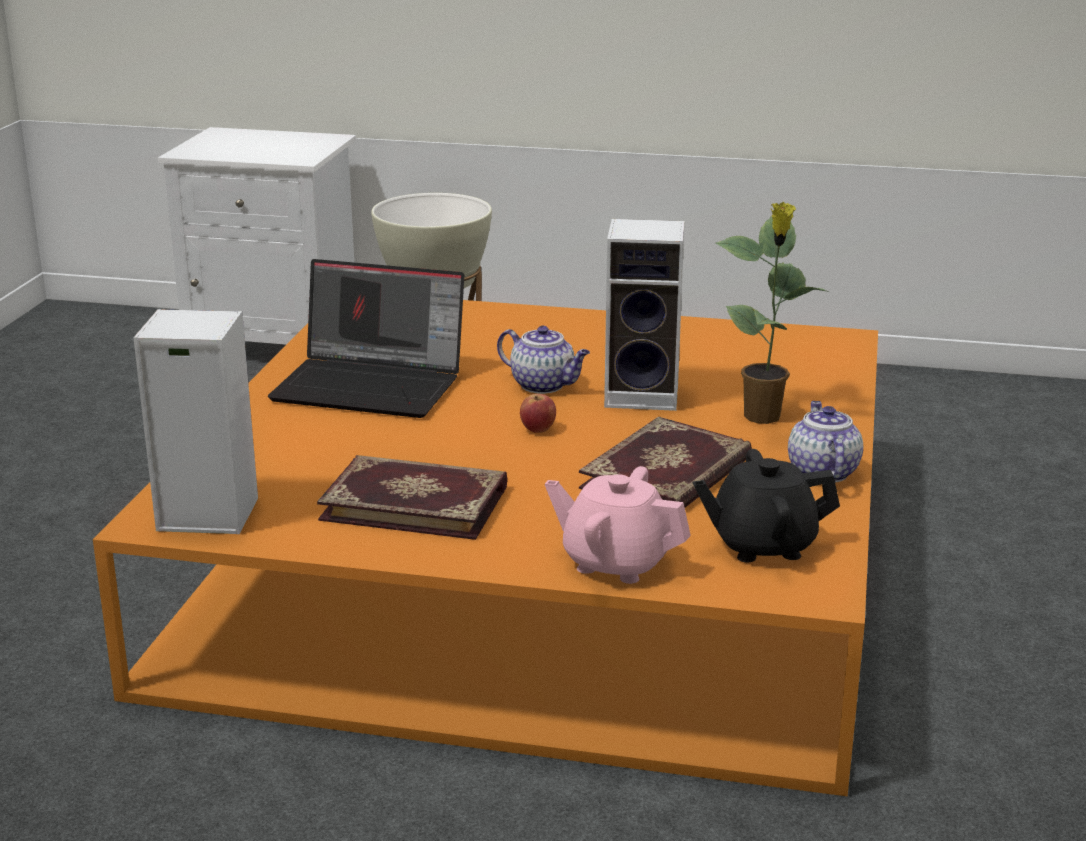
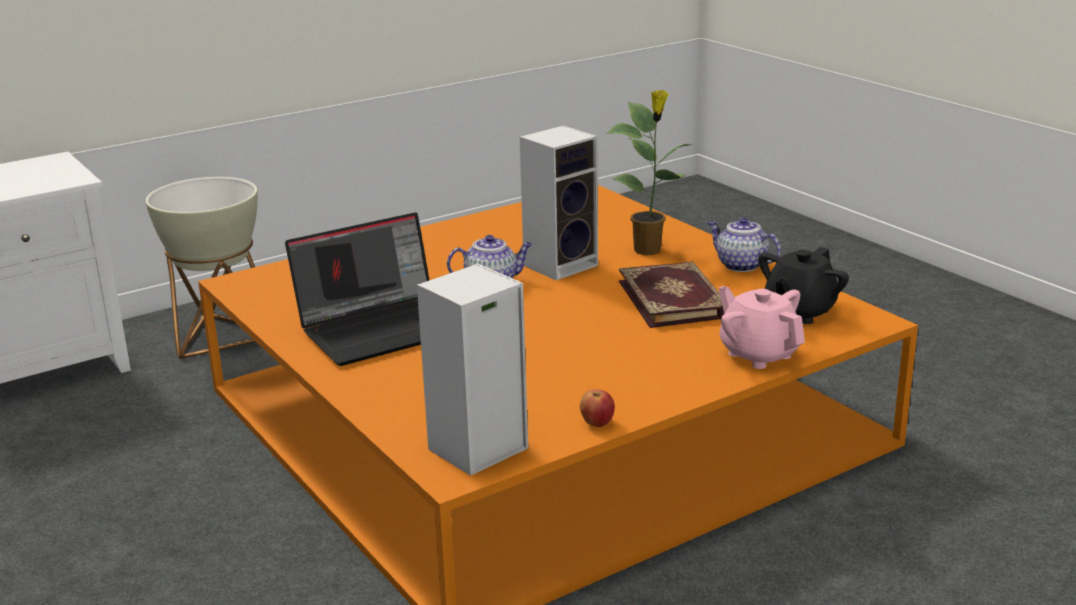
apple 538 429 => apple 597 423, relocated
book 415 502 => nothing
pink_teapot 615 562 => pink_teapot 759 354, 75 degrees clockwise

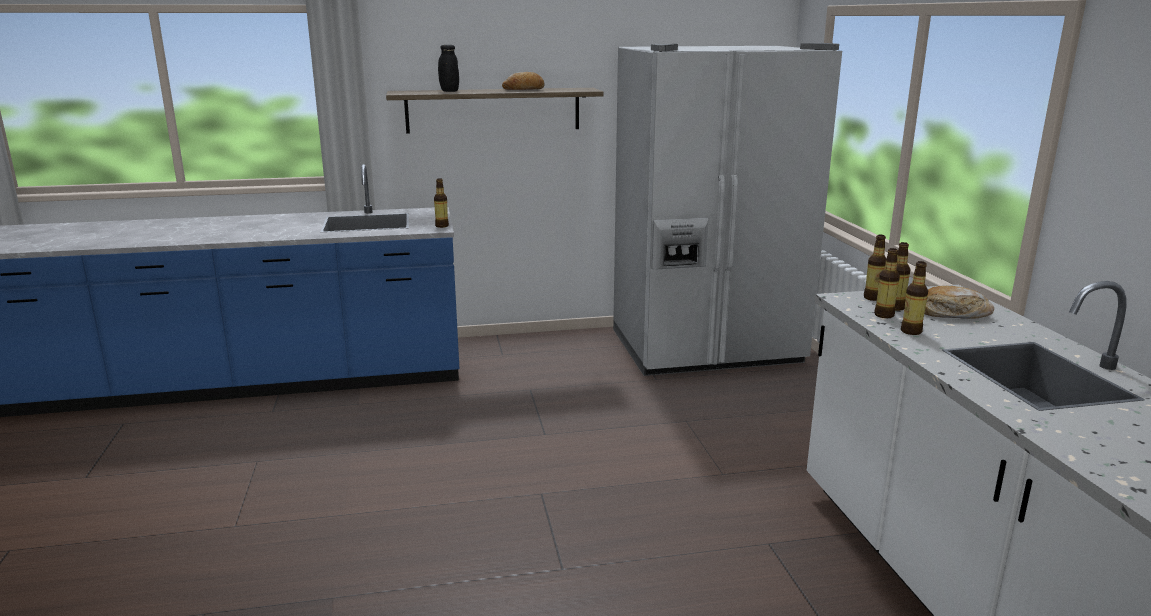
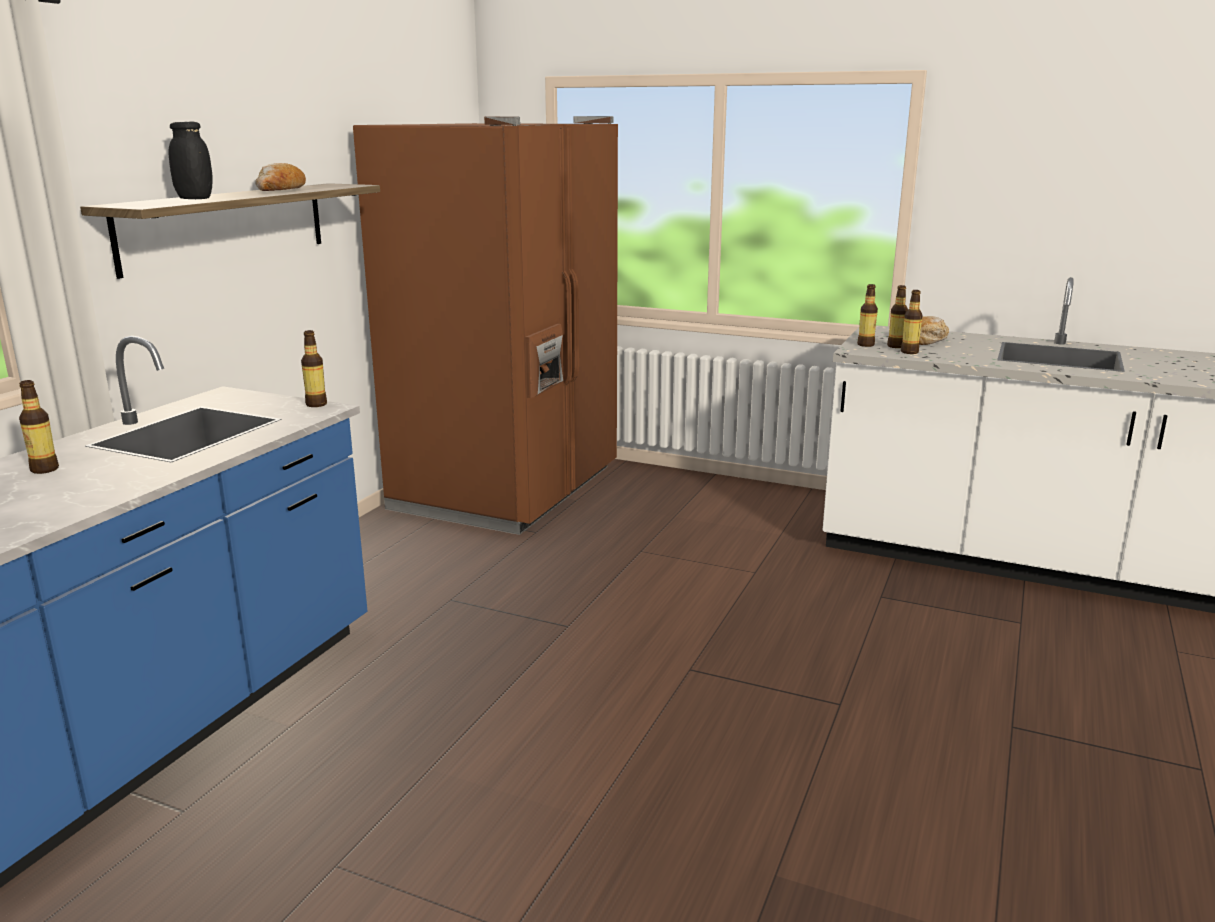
white_fridge 706 347 => brown_fridge 509 487
bottle 911 331 => bottle 44 469, relocated

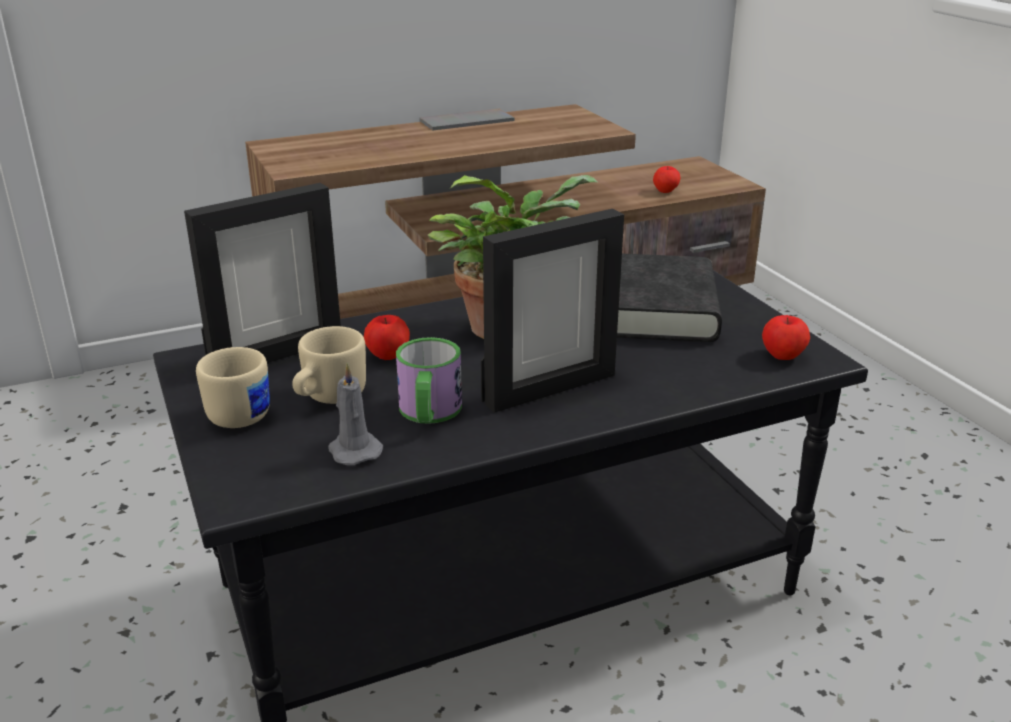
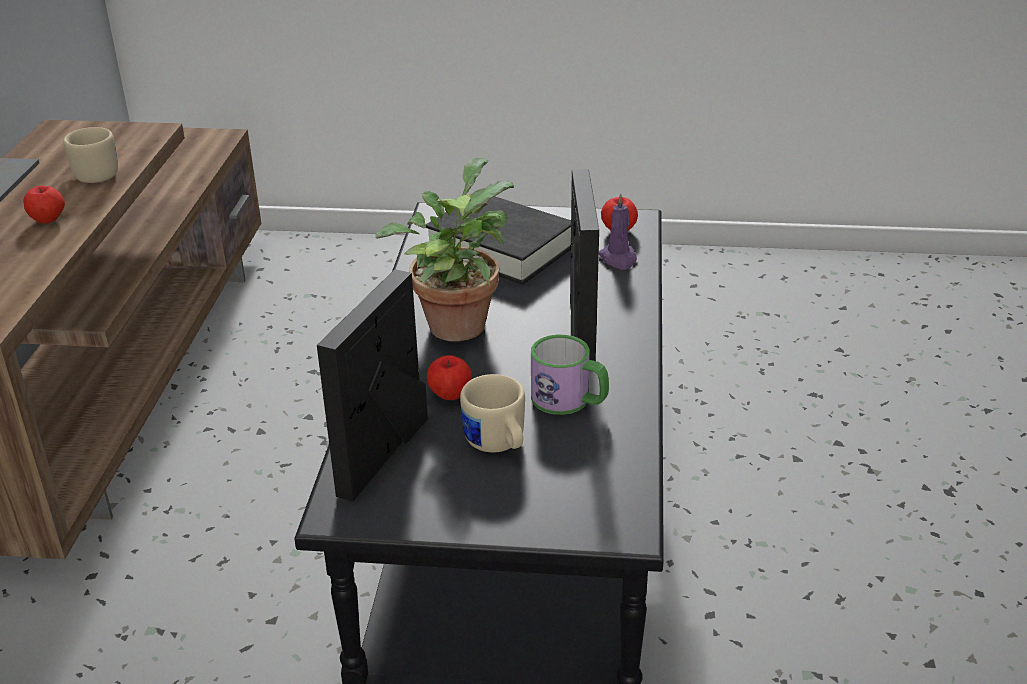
apple 665 191 => apple 48 220, relocated
picture_frame 276 354 => picture_frame 383 456, 150 degrees counterclockwise
beige_mug 245 411 => beige_mug 93 174, relocated
grey_candle 353 450 => nothing
nothing => purple_candle 618 259

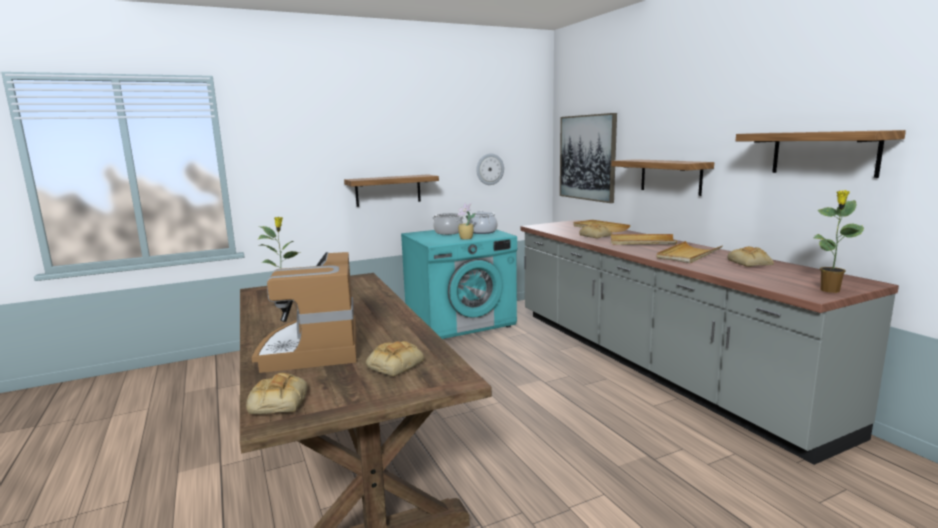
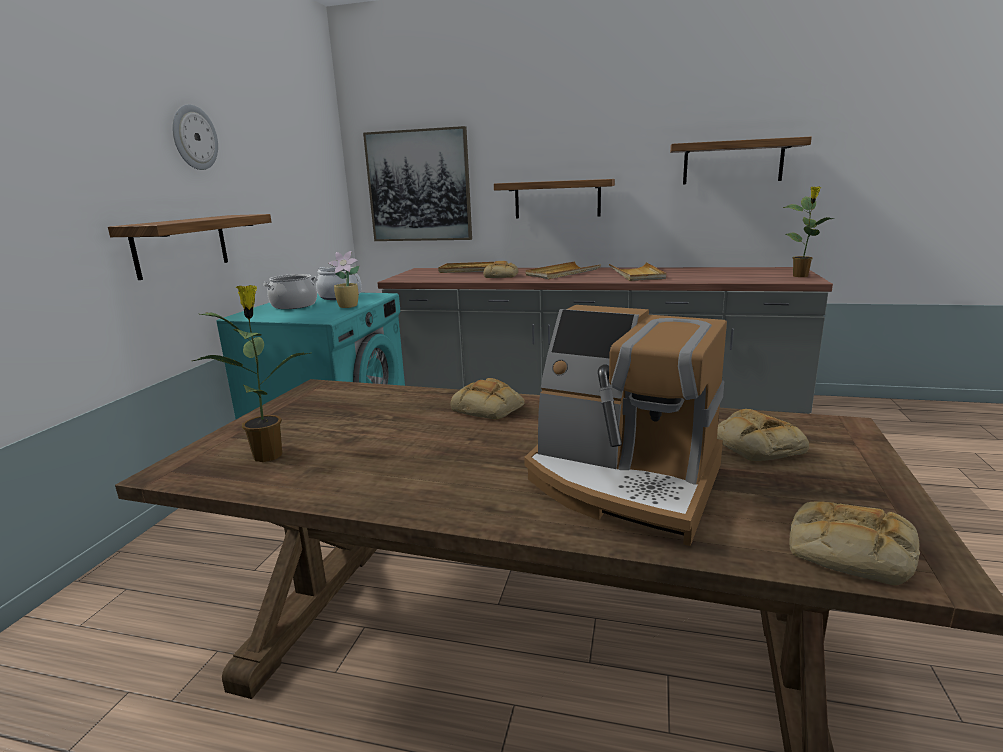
wall_clock 489 169 => wall_clock 194 137, relocated
bread 750 263 => bread 489 408, relocated

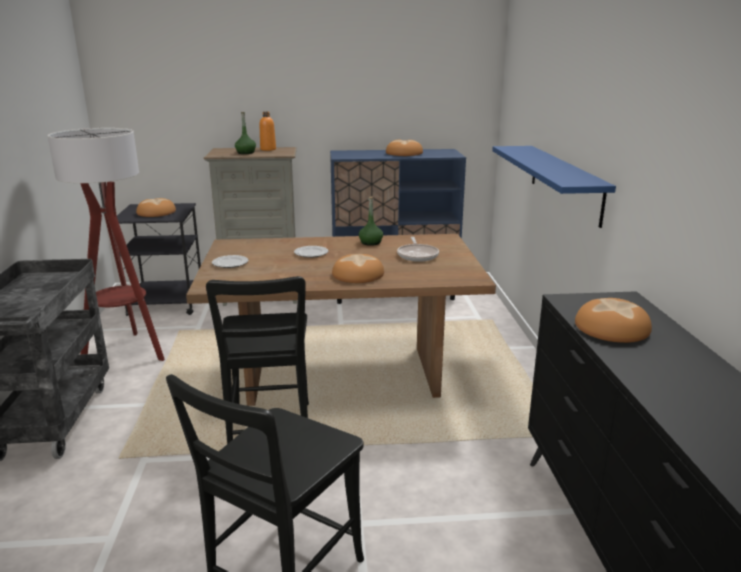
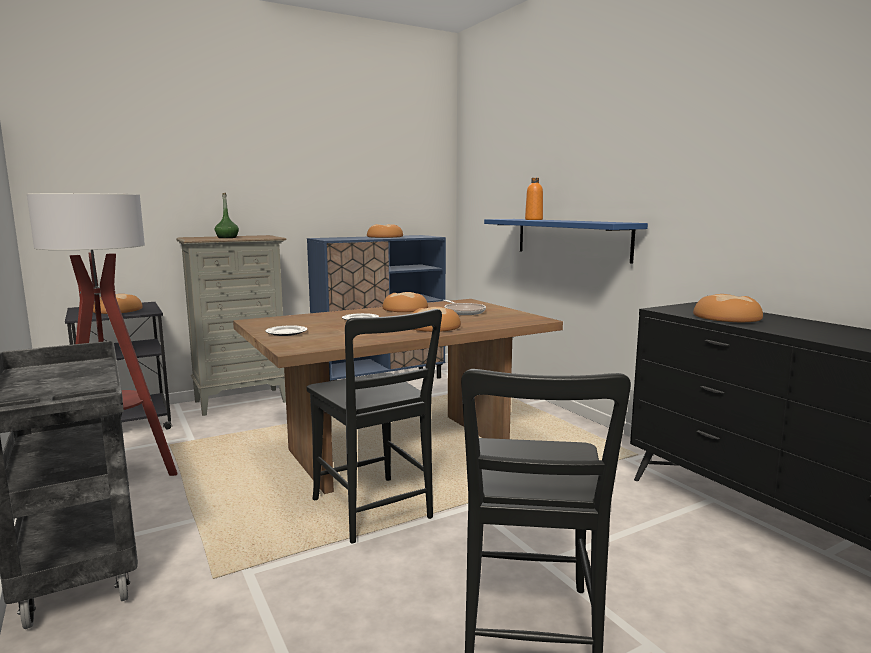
orange_bottle 268 149 => orange_bottle 533 219, relocated
green_bottle 370 243 => bread 405 309

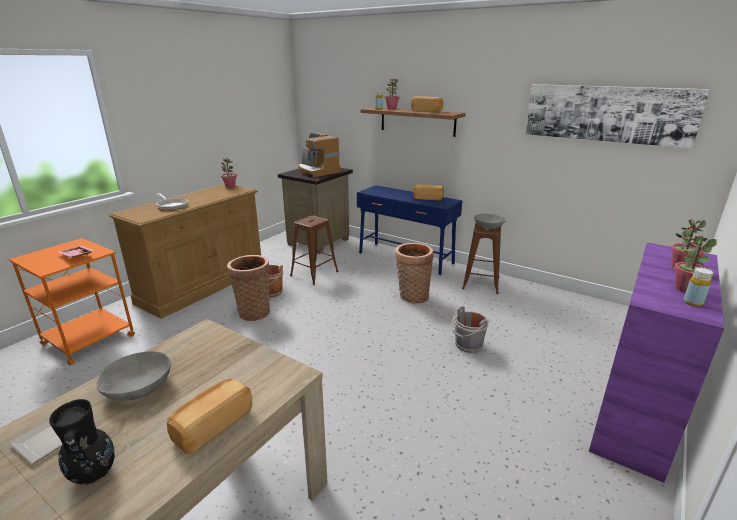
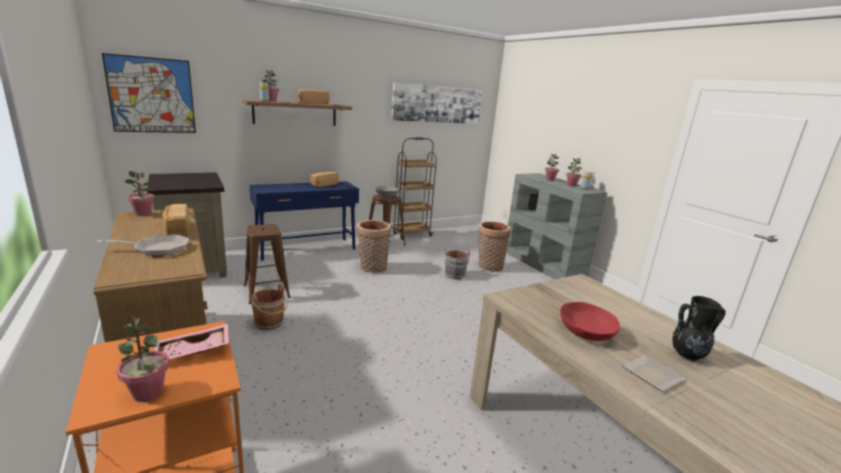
coffee_machine 317 171 => nothing
purple_bookcase 635 414 => grey_bookcase 543 264
basket 254 311 => basket 489 266, relocated
grey_bowl 139 387 => red_bowl 585 332
bread 212 425 => bread 177 230, relocated
nothing => picture 152 95
nothing => brown_cart 411 235
nothing => potted_plant 148 393

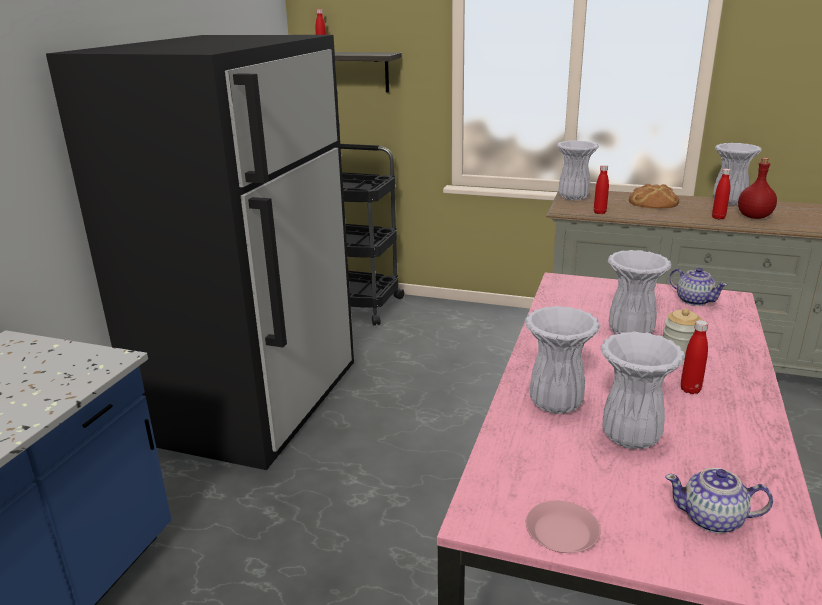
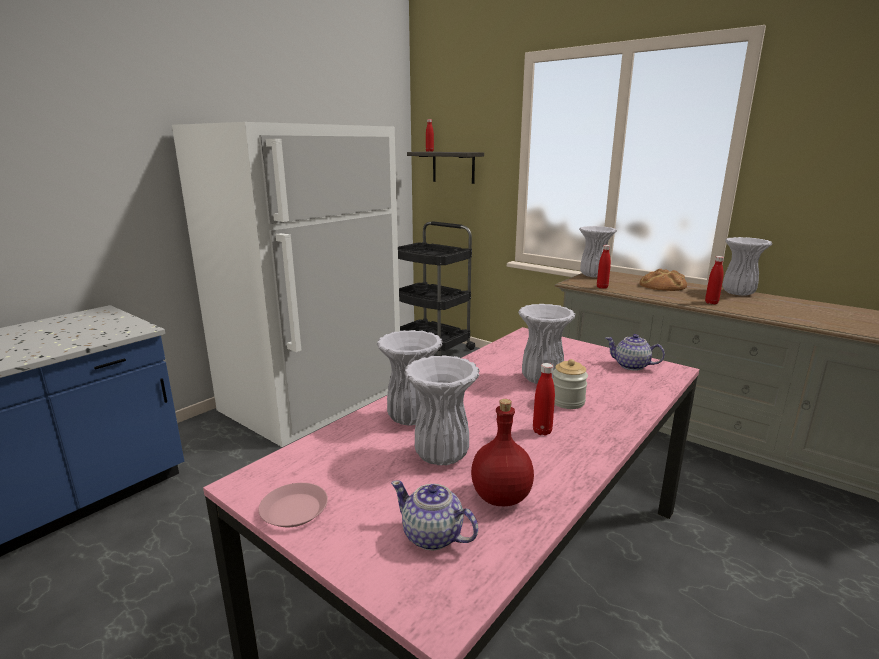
black_fridge 255 398 => white_fridge 314 398
red_bottle 754 217 => red_bottle 501 496, relocated
teapot 694 300 => teapot 632 366, 135 degrees clockwise

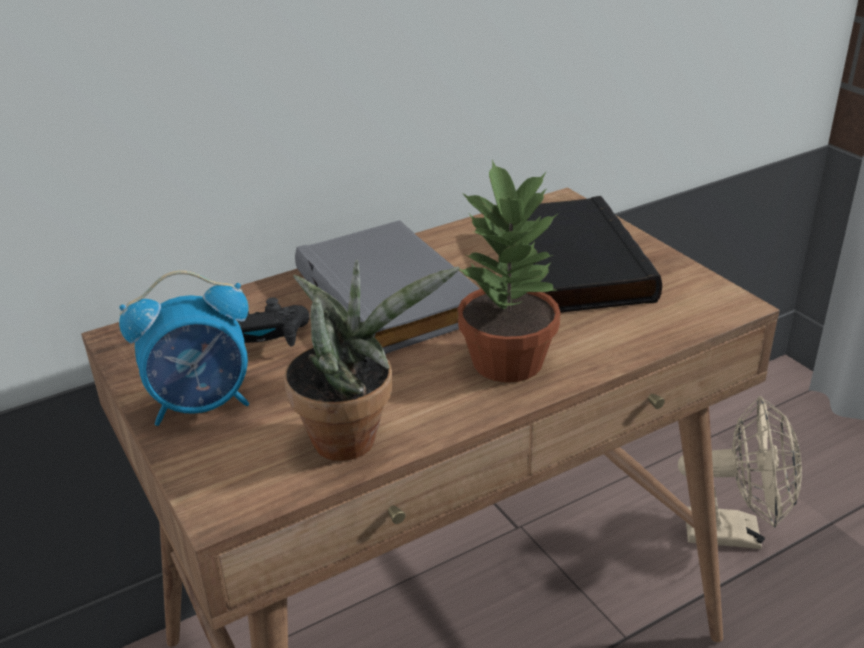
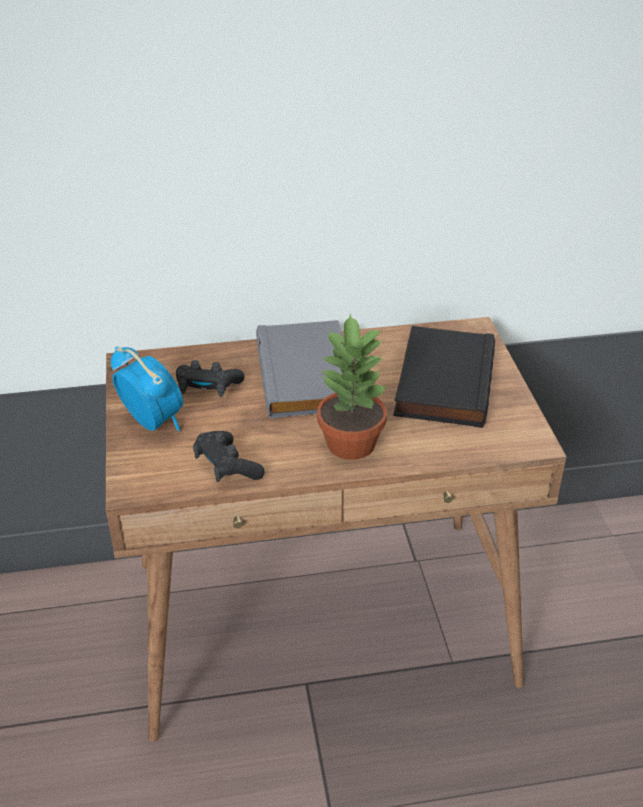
potted_plant 353 436 => black_game_controller 227 467
alarm_clock 203 404 => alarm_clock 152 421, 135 degrees counterclockwise
beige_fan 735 532 => nothing

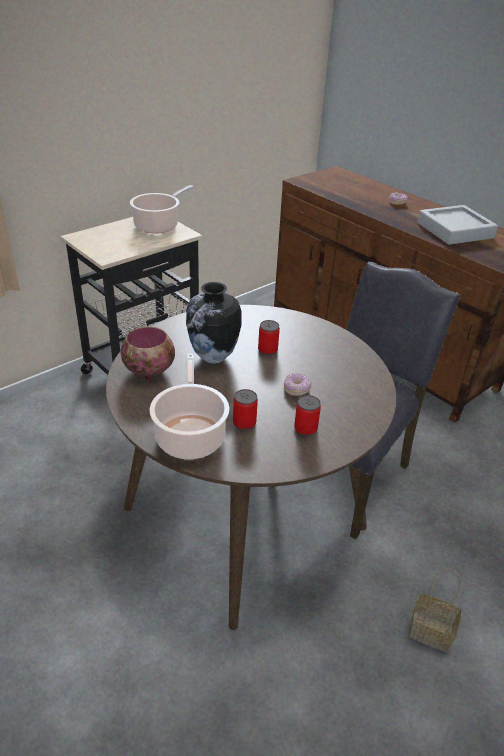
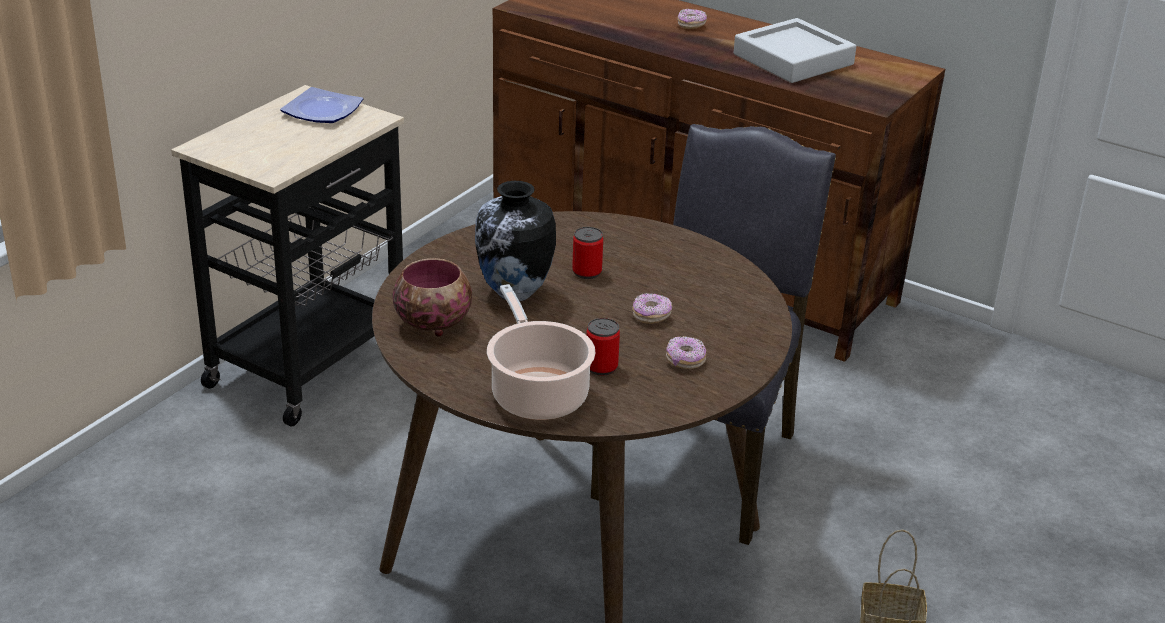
cooking_pot 158 225 => plate 324 111
can 305 429 => donut 685 361

